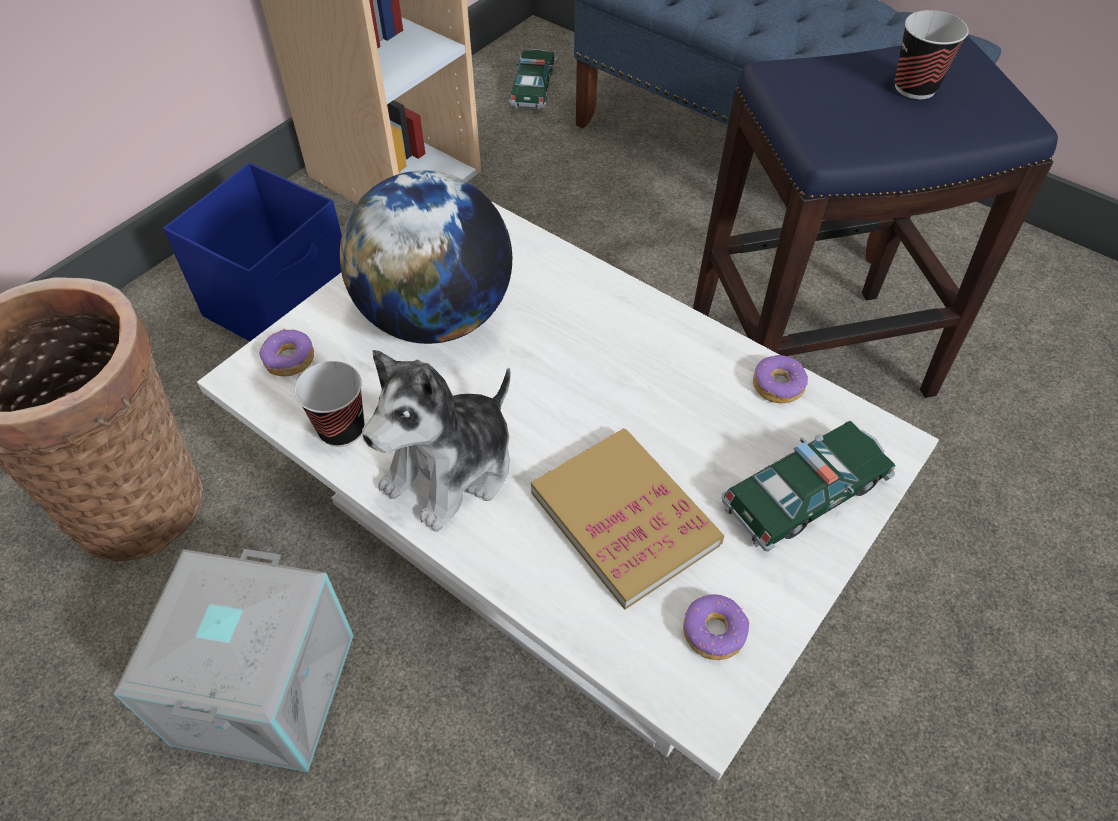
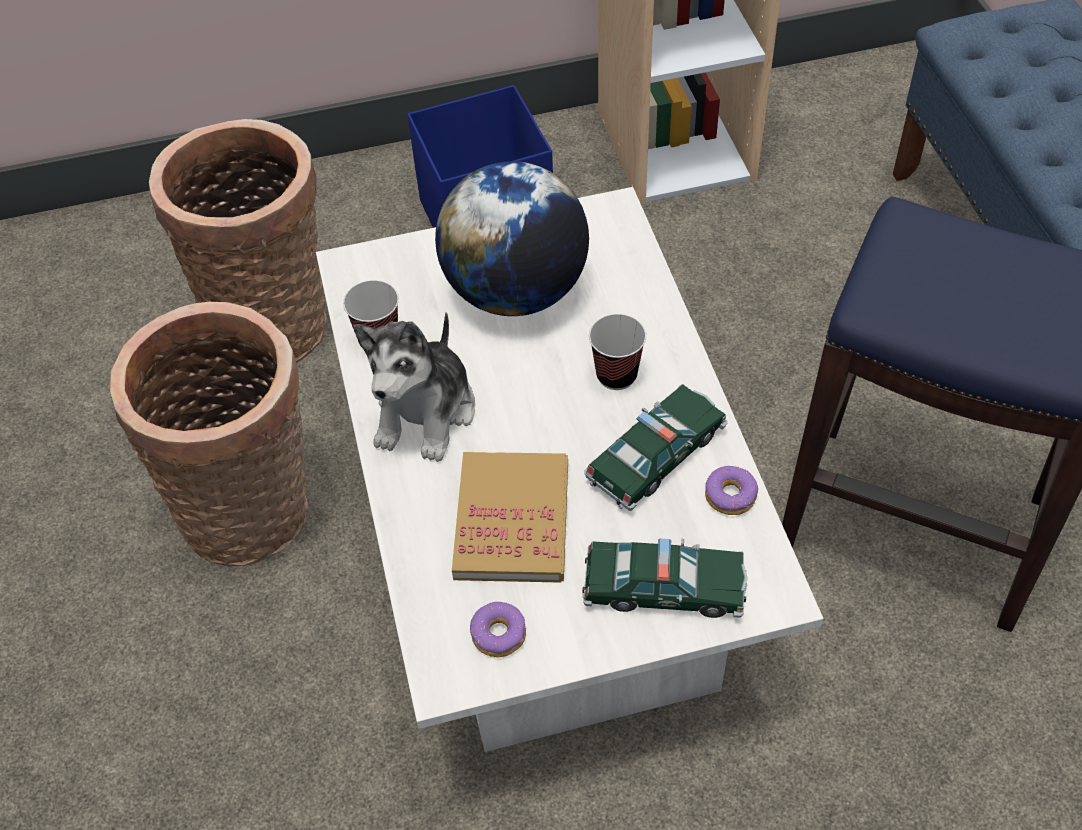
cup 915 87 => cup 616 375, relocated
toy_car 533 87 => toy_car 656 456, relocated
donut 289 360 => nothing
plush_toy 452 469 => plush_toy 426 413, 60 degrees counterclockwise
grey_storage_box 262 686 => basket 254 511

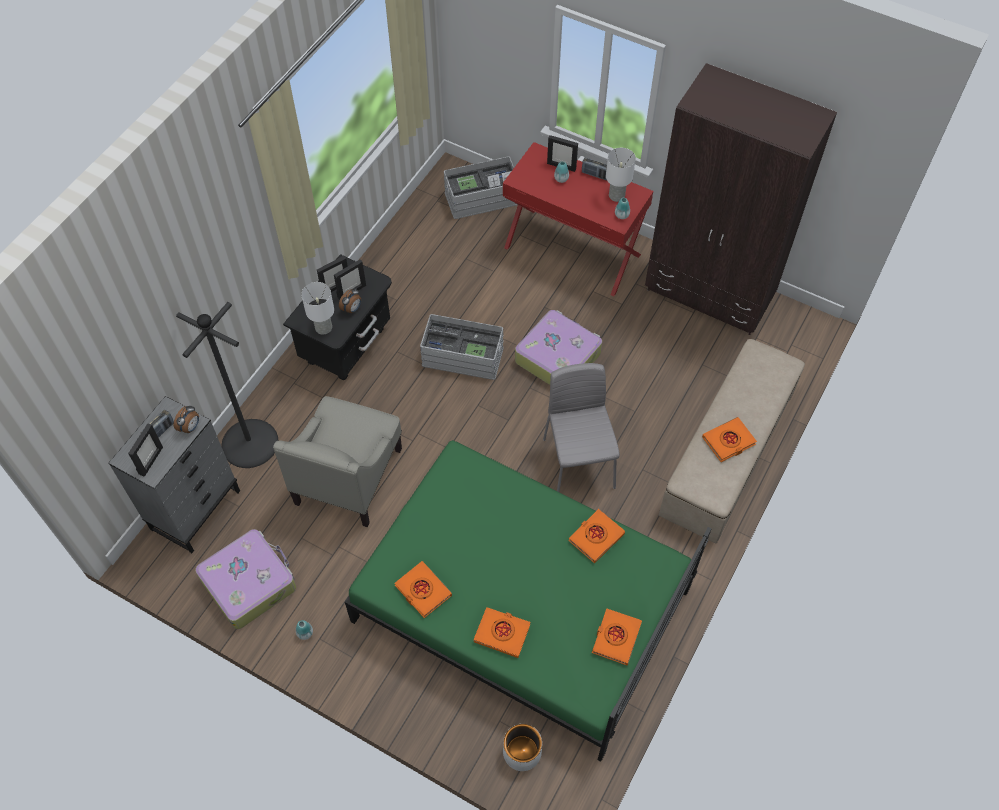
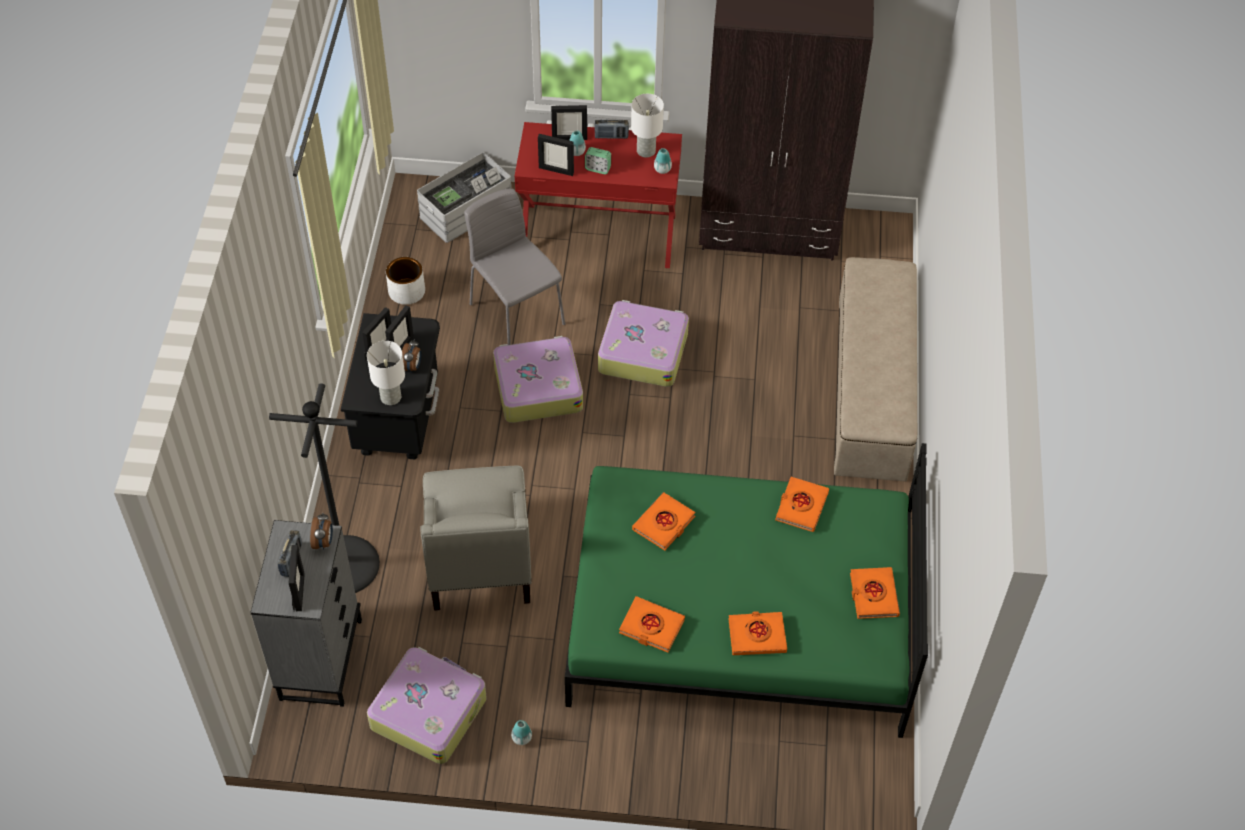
grey_storage_box 462 357 => suitcase 537 388
grey_chair 577 460 => grey_chair 514 312, relocated
orange_book 728 441 => orange_book 664 524, relocated
white_planter 522 751 => white_planter 406 291, relocated
nothing => picture_frame 556 170
nothing => alarm_clock 598 168

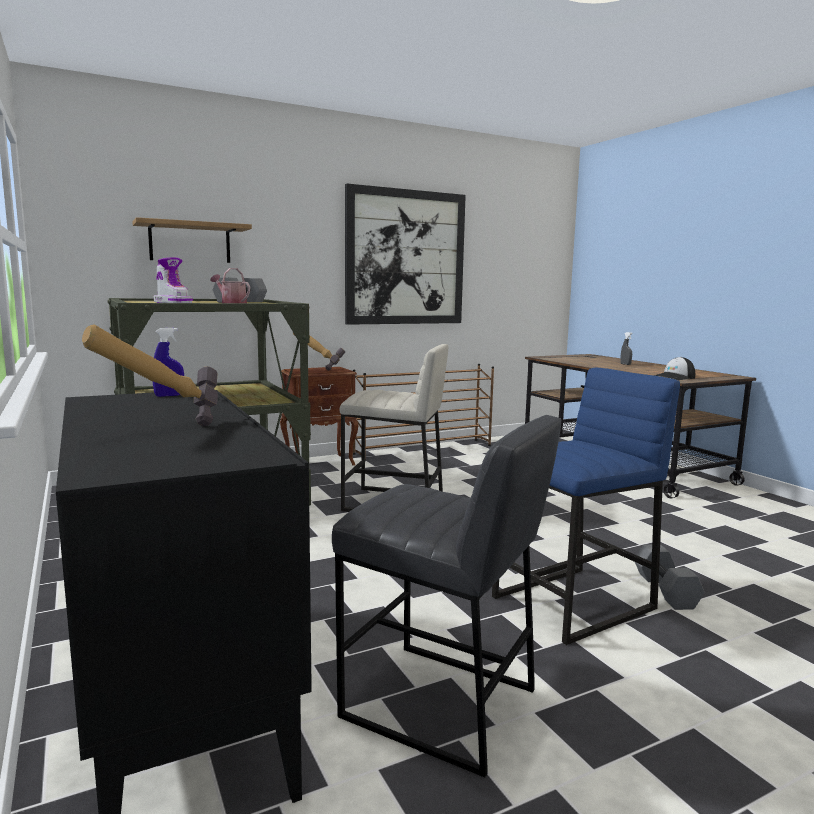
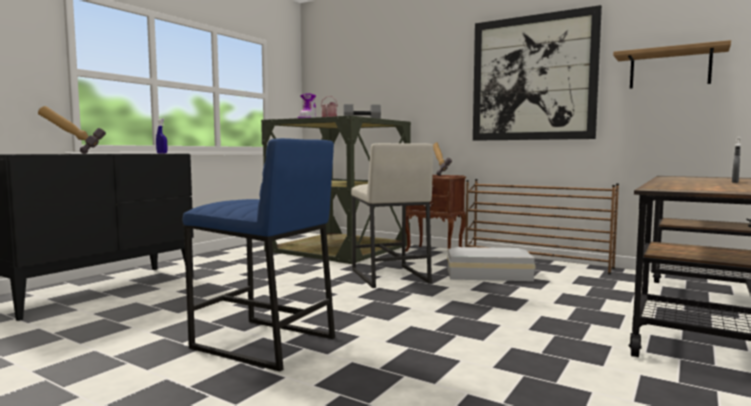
shelf 190 243 => shelf 669 69, relocated
cap 674 377 => nothing
grey_stool 442 704 => nothing
grey_dumbbell 667 591 => nothing
nothing => white_storage_box 487 275

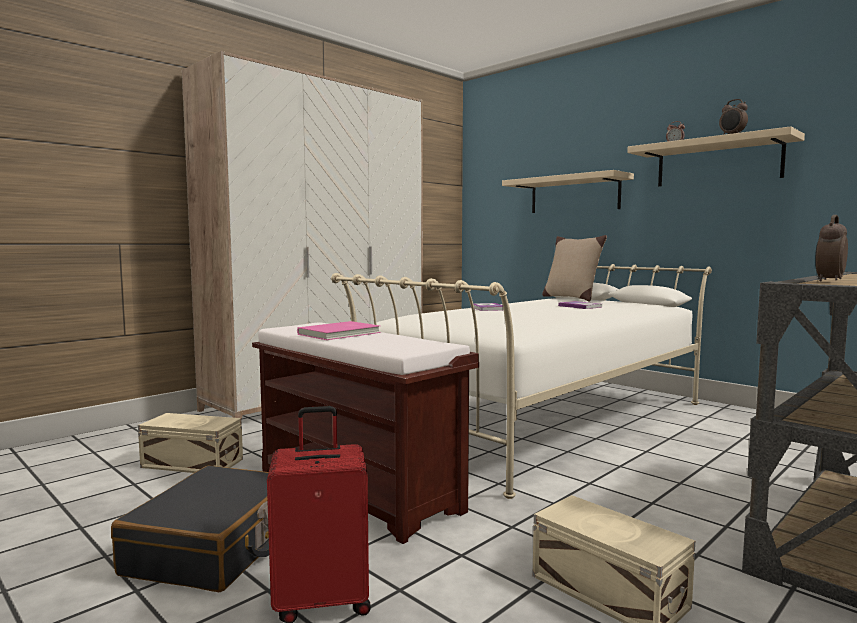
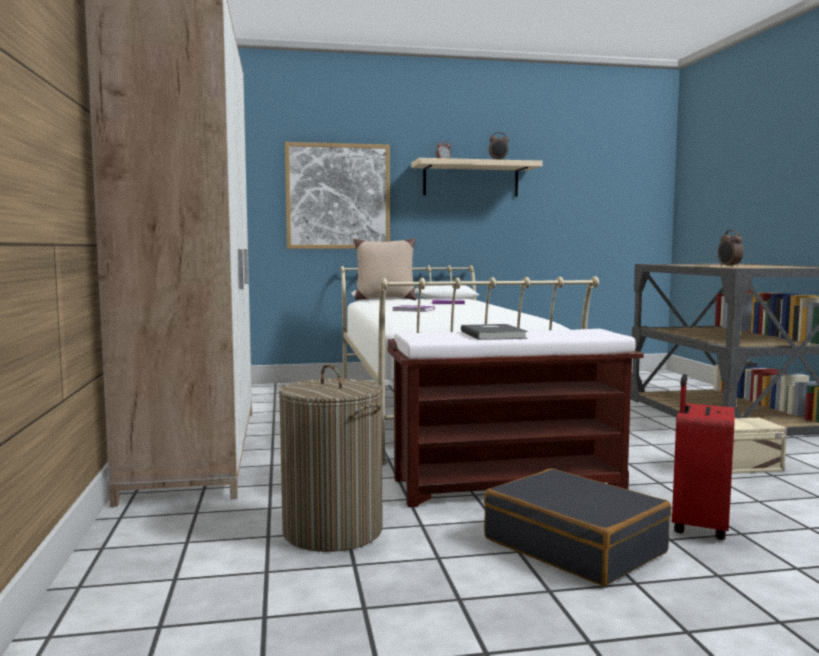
beige_shelf 574 194 => picture 338 196
pink_book 341 333 => grey_book 494 334
beige_storage_box 193 464 => laundry_basket 333 531

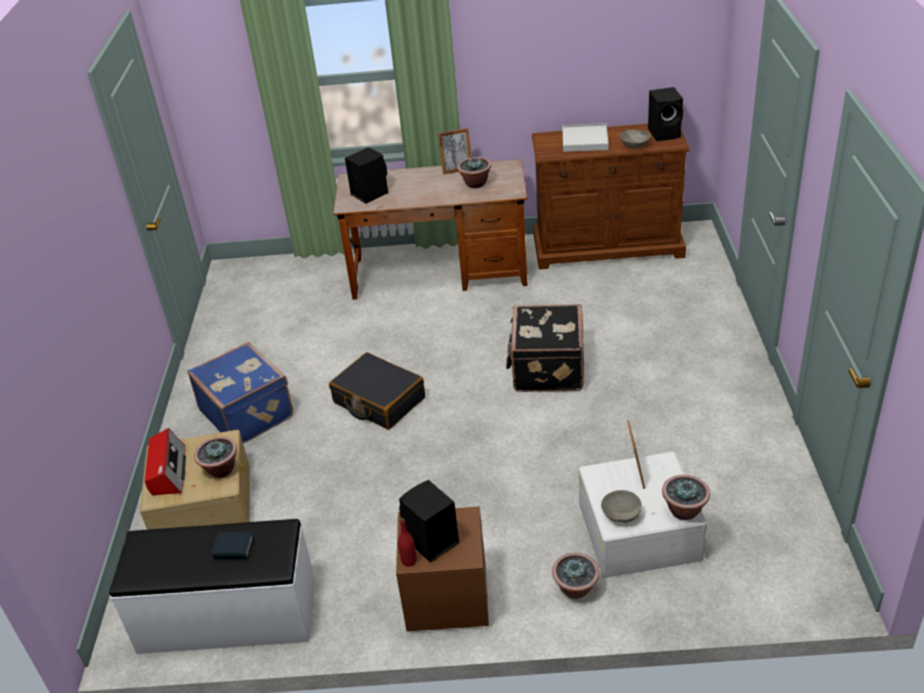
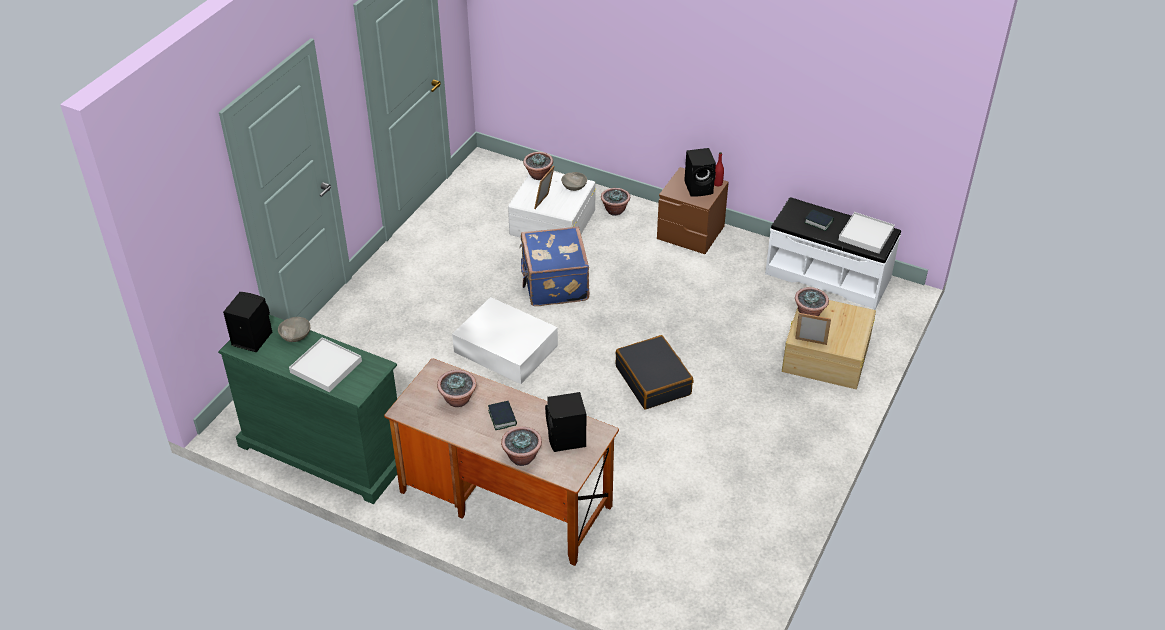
brown_dresser 608 245 => green_dresser 323 450
picture_frame 457 169 => picture_frame 810 344, relocated
black_suitcase 546 369 => white_storage_box 505 348
blue_suitcase 248 413 => blue_suitcase 553 284, relocated
radio 168 471 => nothing
nothing => white_tray 866 235
nothing => book 502 417
nothing => potted_plant 522 457

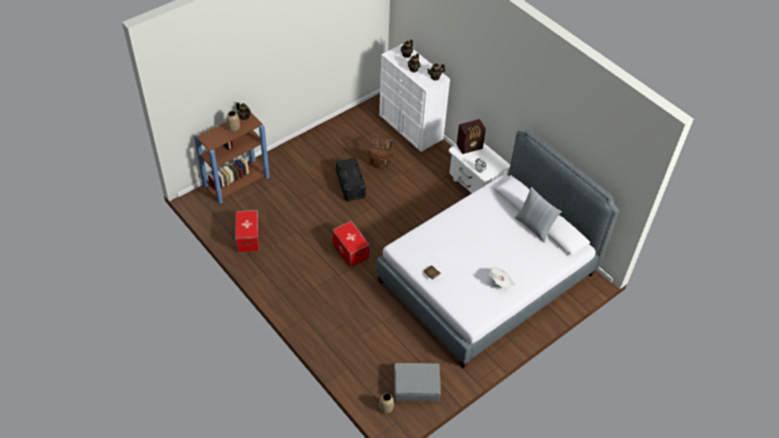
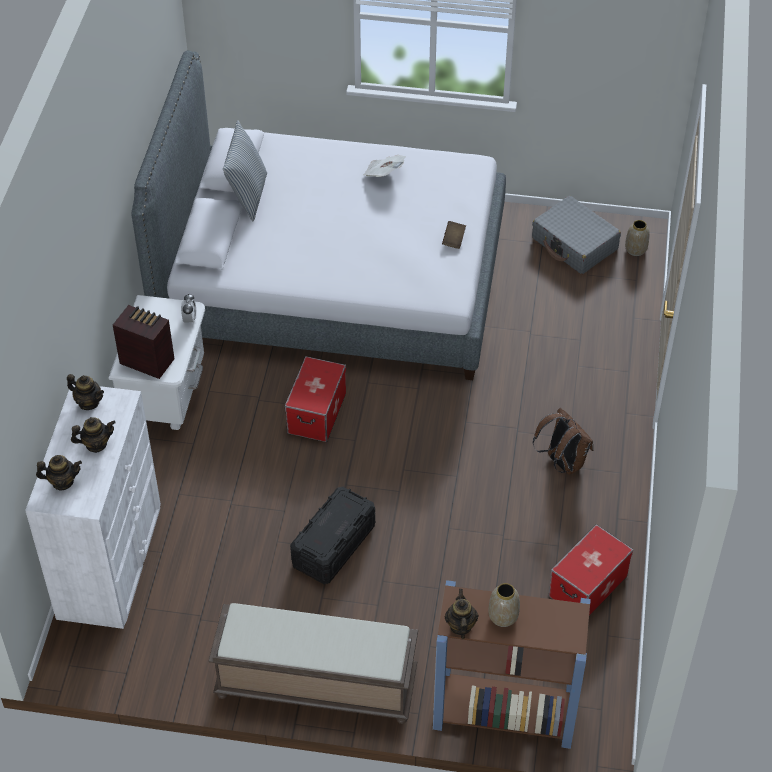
brown_backpack 380 164 => brown_backpack 562 462, relocated
storage_box 350 251 => storage_box 317 413, relocated
nothing => brown_bench 315 685

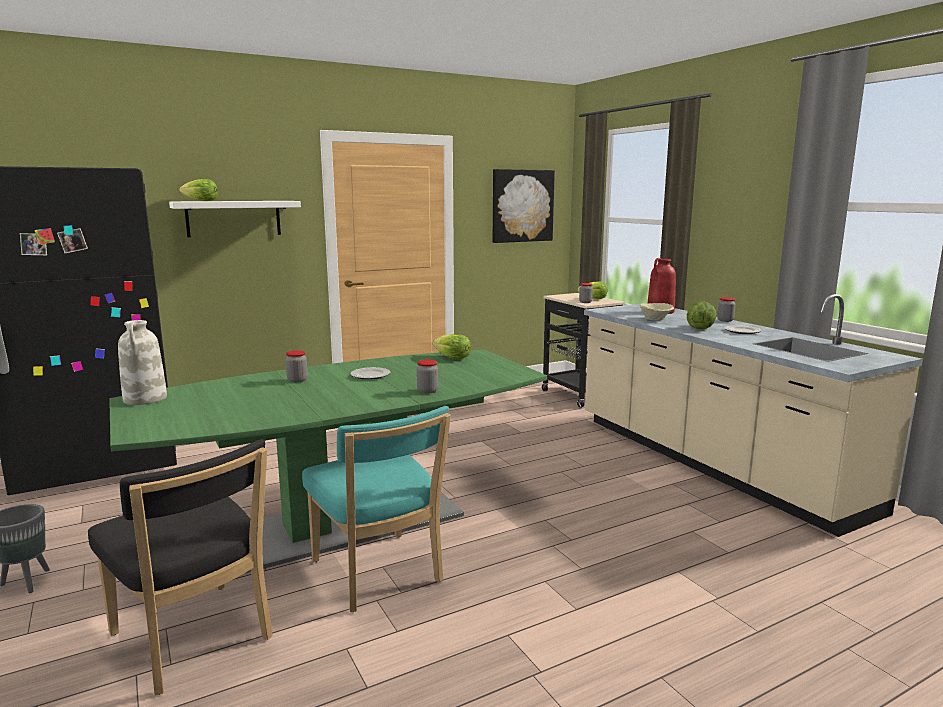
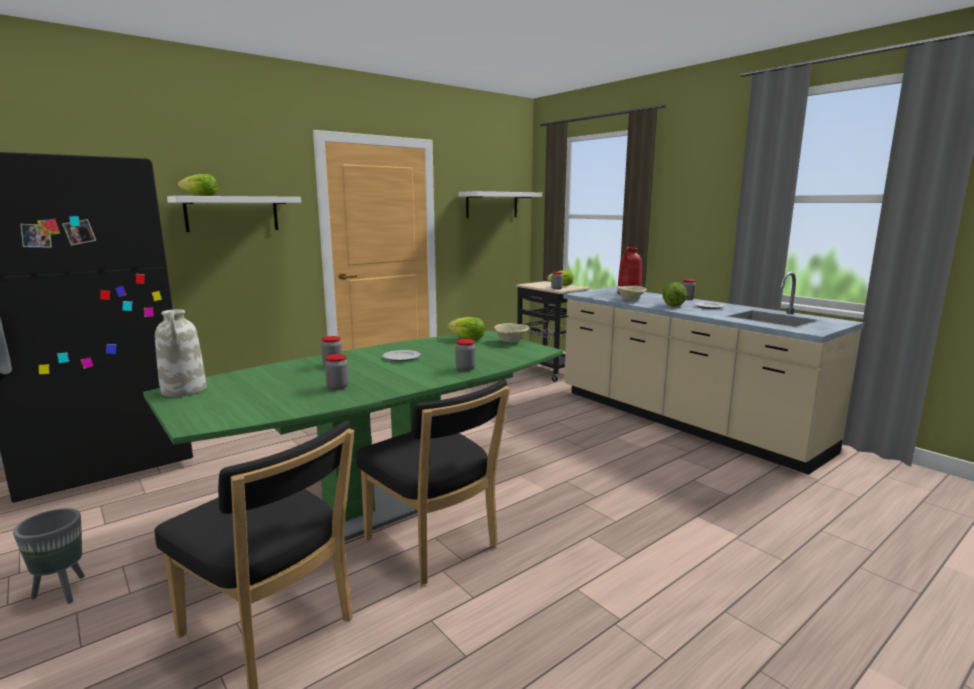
picture 522 206 => white_shelf 492 205
turquoise_chair 379 574 => black_chair 435 545
nothing => beige_bowl 511 341
nothing => jar 338 387

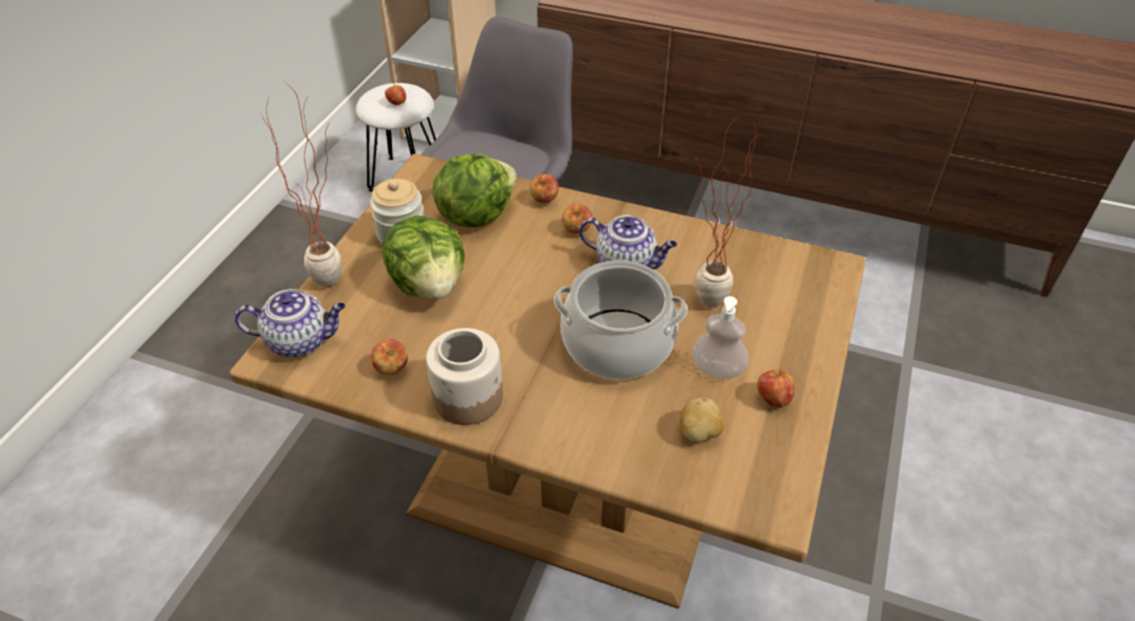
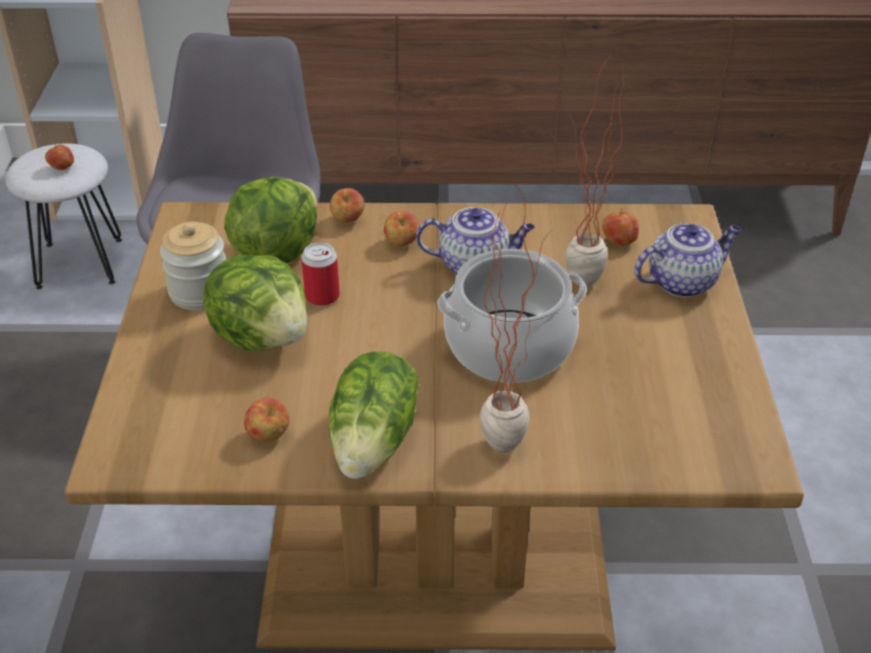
potted_plant 337 276 => potted_plant 507 434, relocated
teapot 301 340 => teapot 682 281, relocated
soap_dispenser 717 369 => nothing
jar 469 397 => lettuce 375 441
apple 772 399 => apple 618 242, relocated
potato 699 433 => nothing
nothing => can 322 296

